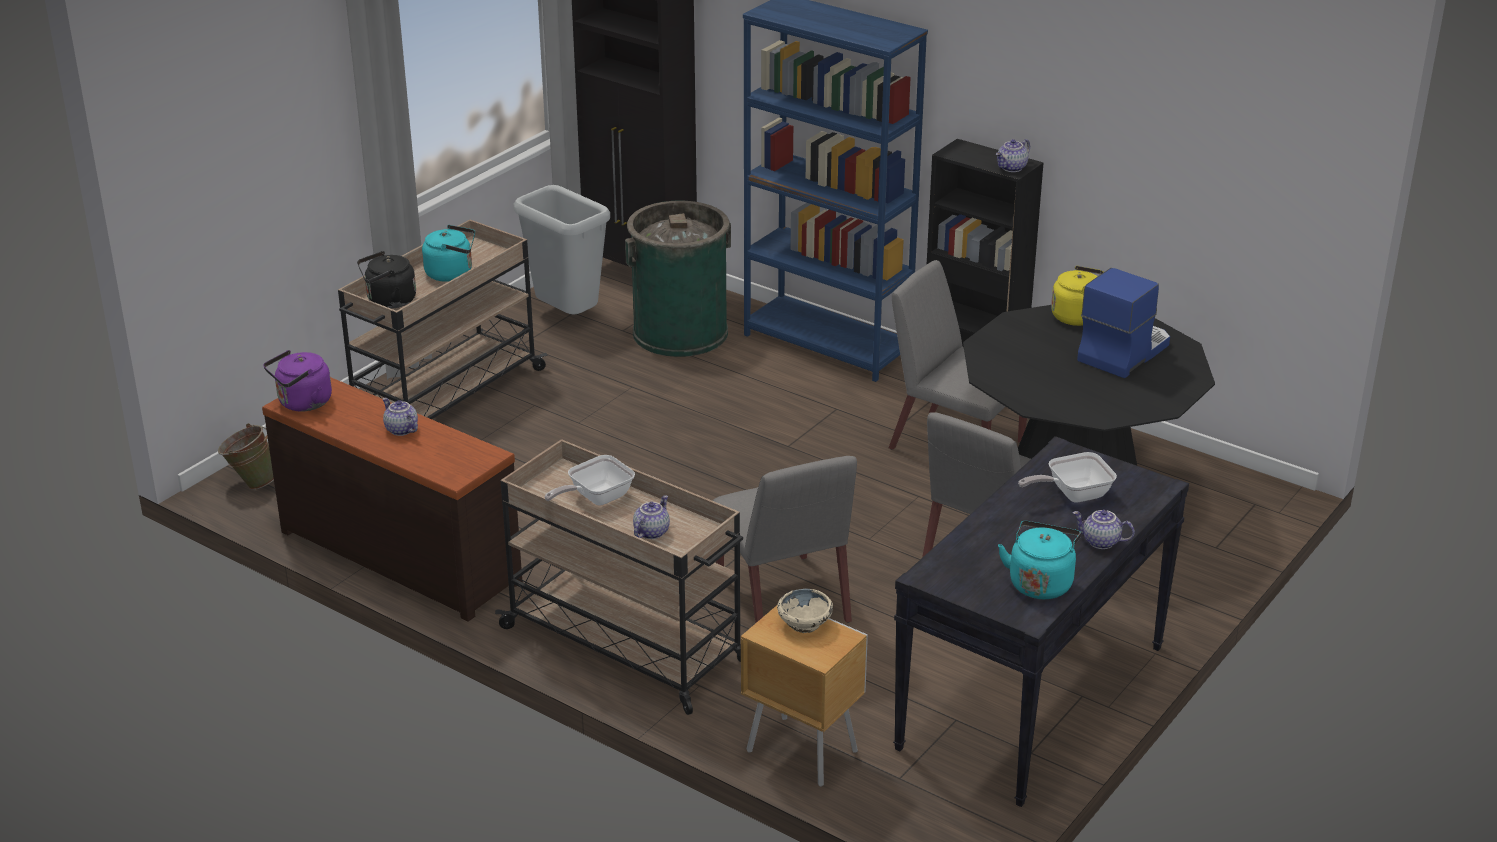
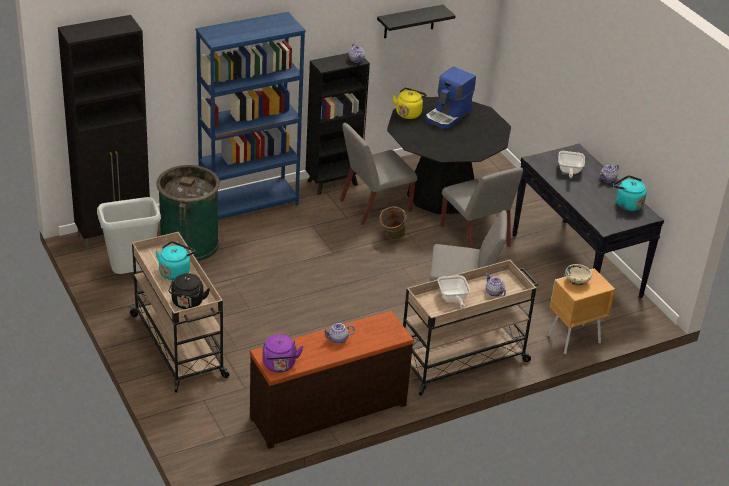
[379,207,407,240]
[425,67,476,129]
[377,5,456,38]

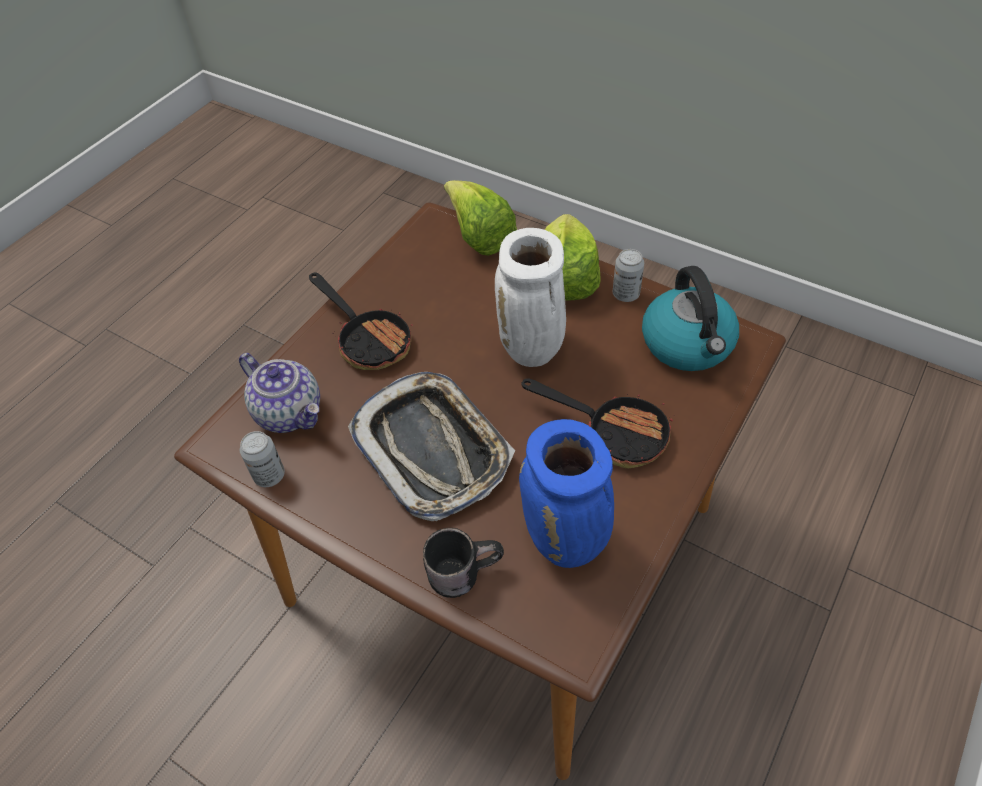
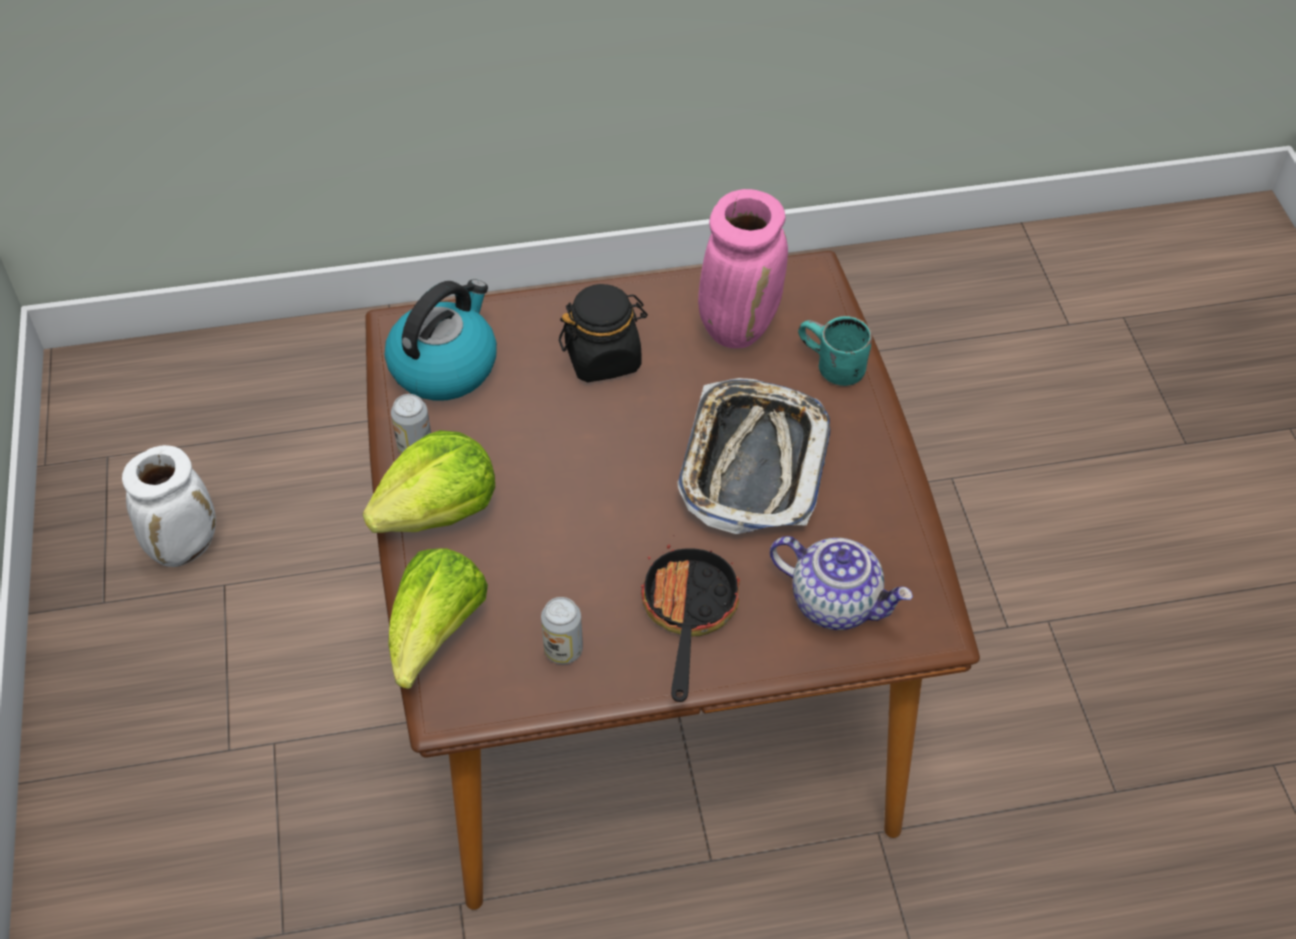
[770,536,913,630]
[541,597,583,664]
[798,316,872,386]
[122,445,216,567]
[698,189,788,348]
[559,284,648,382]

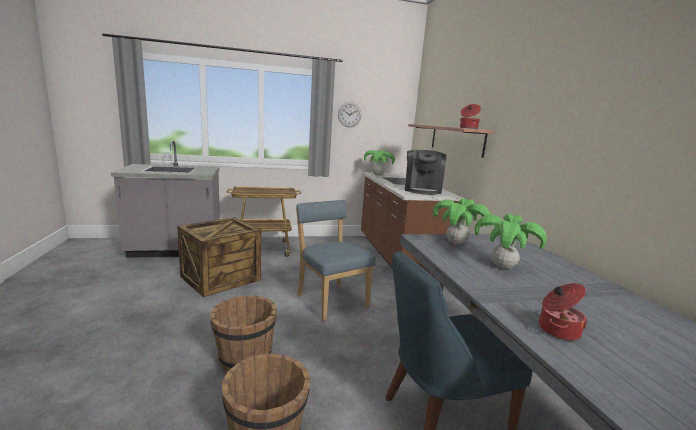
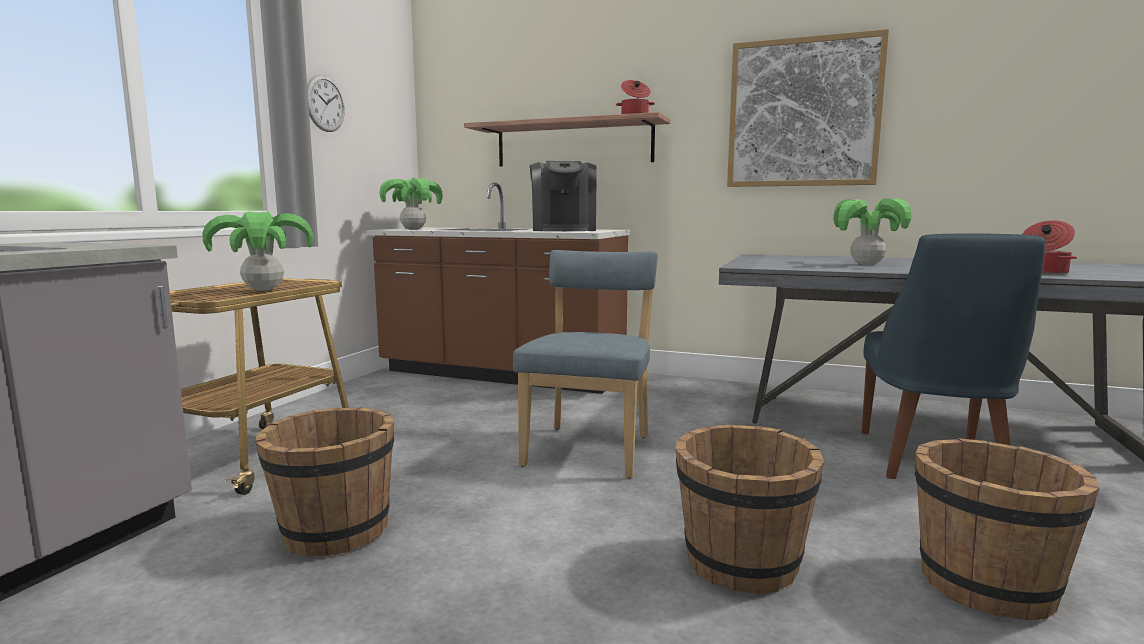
[255,408,394,556]
[513,250,658,479]
[530,161,597,231]
[203,211,314,291]
[727,29,889,187]

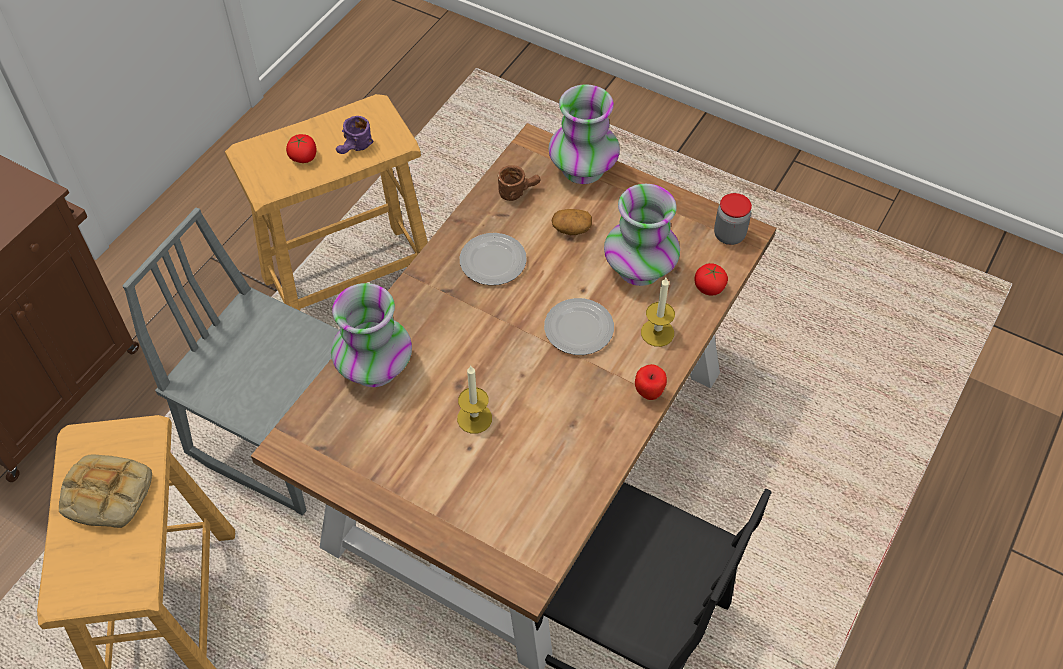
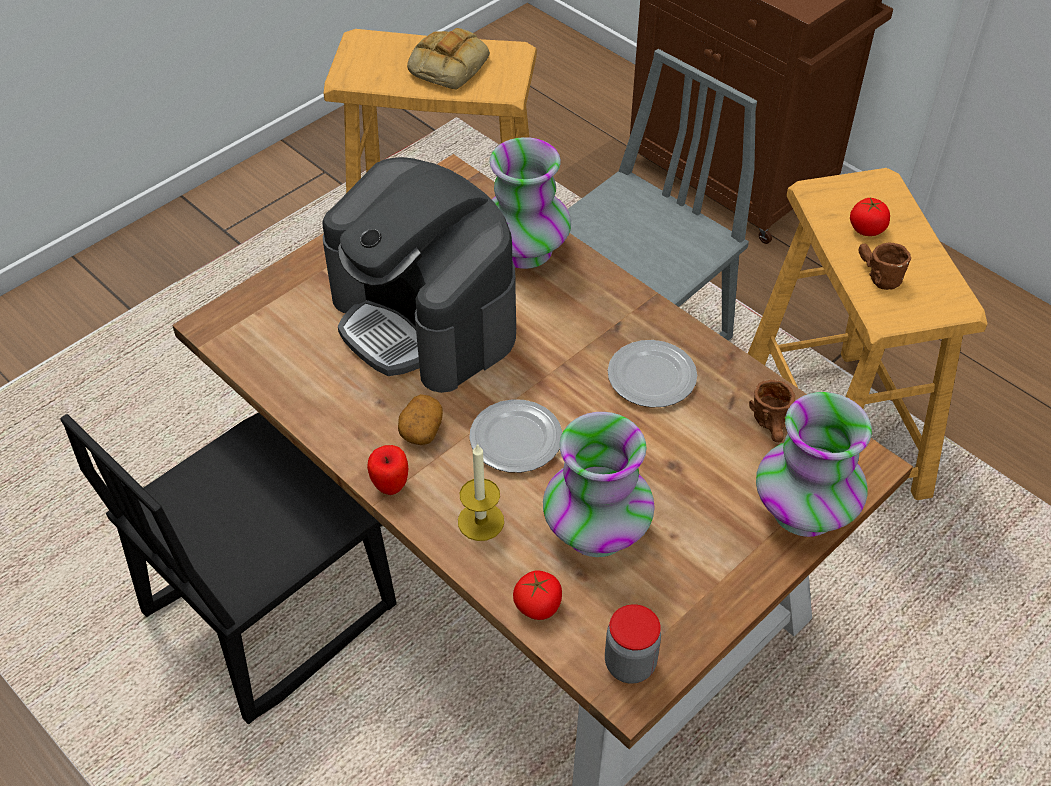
[859,243,911,290]
[322,157,516,393]
[398,394,443,445]

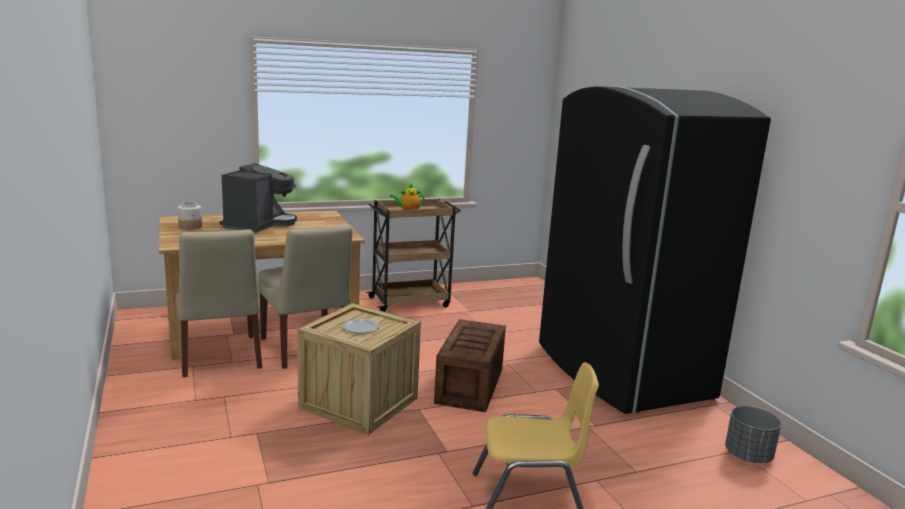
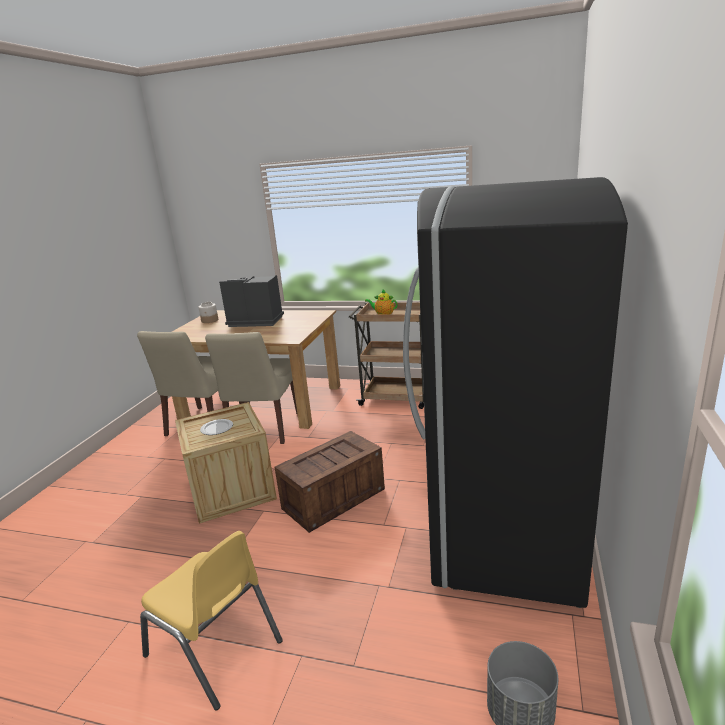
[219,275,284,327]

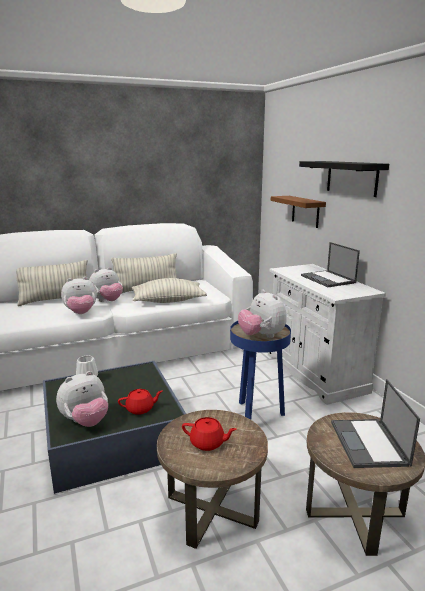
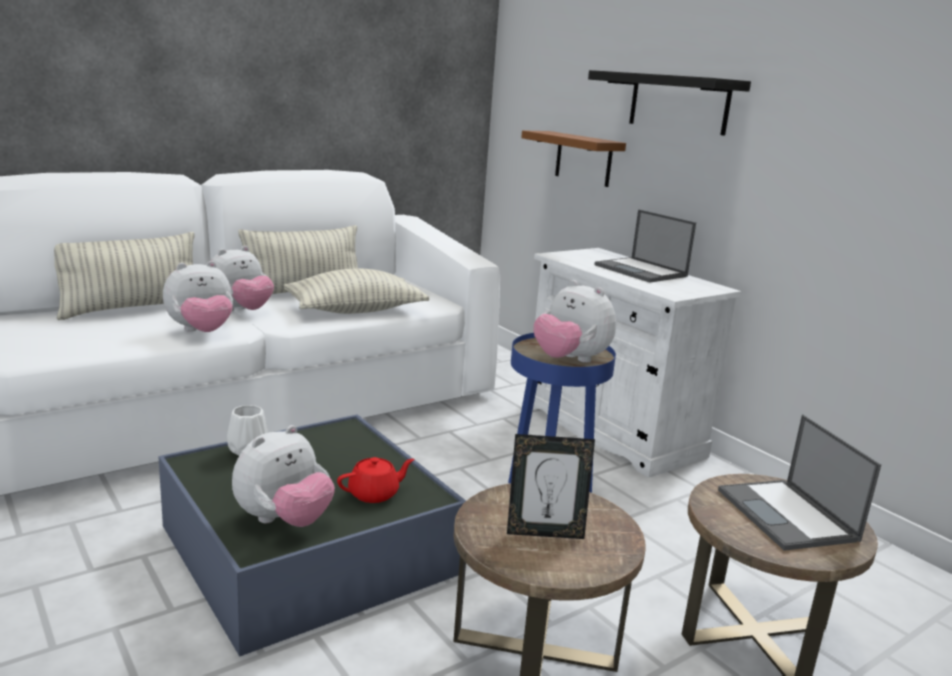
[507,434,595,539]

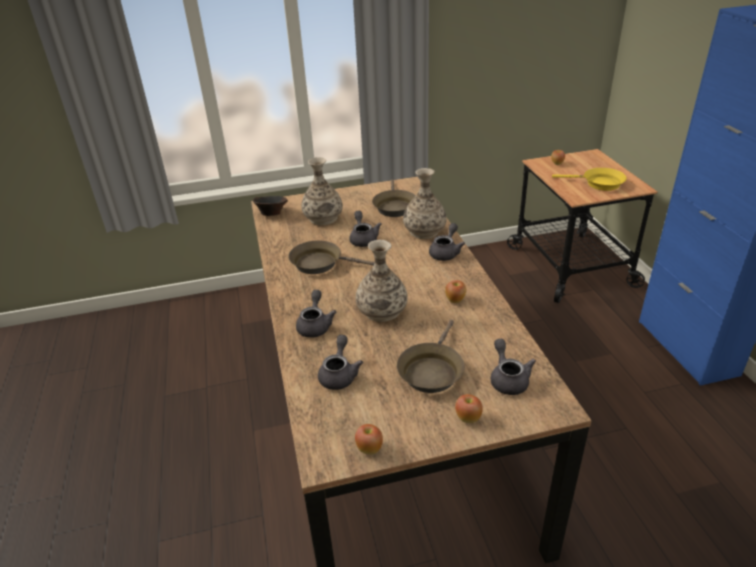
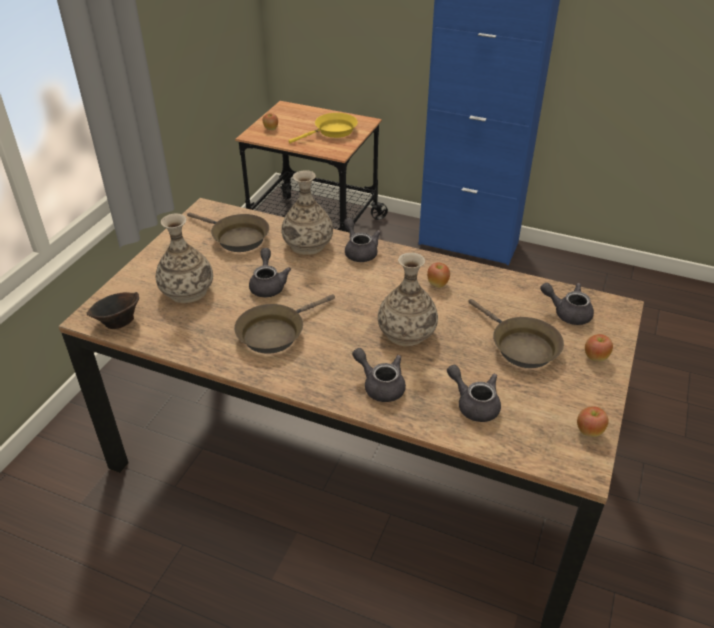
[249,248,291,297]

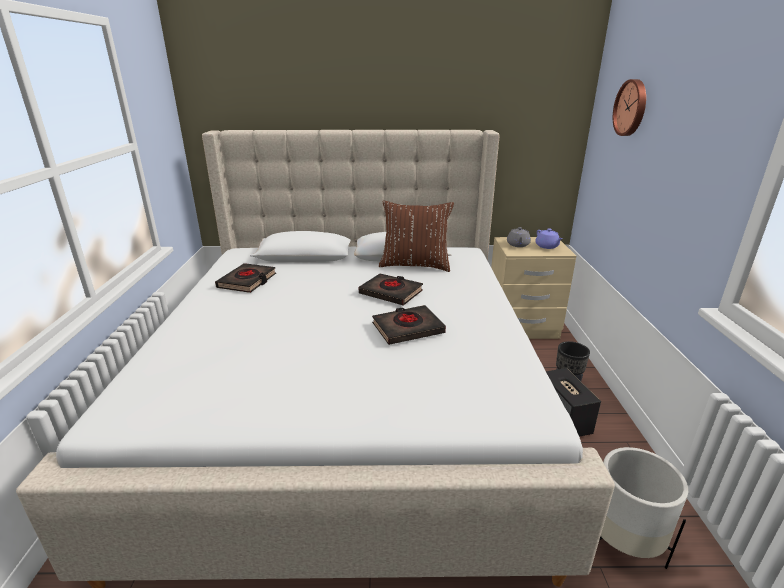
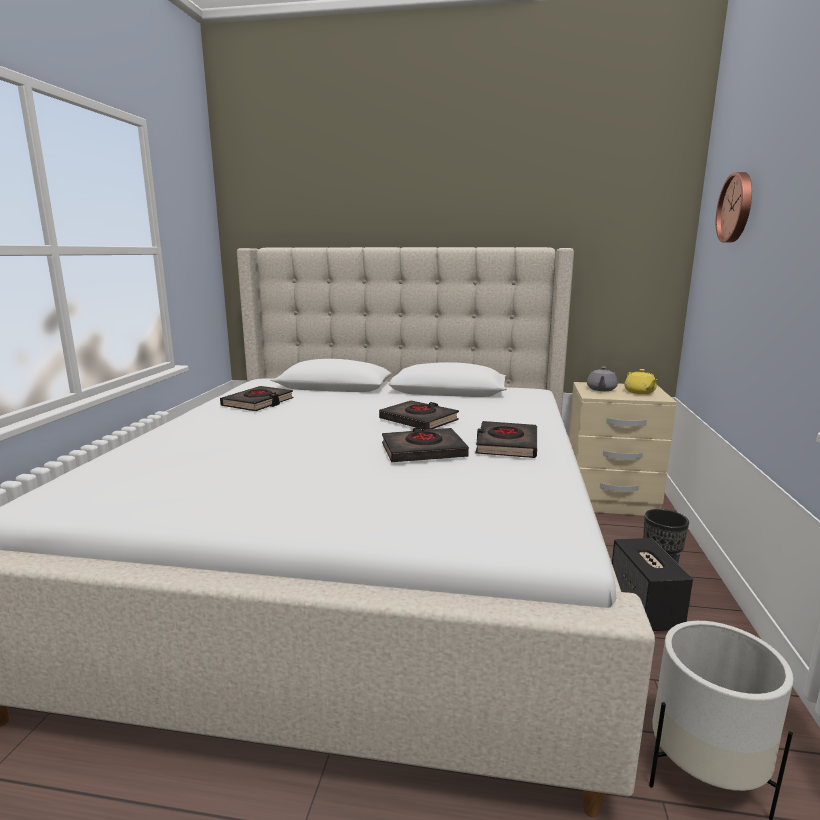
[379,201,454,272] (first image)
[624,369,658,394]
[475,421,537,458]

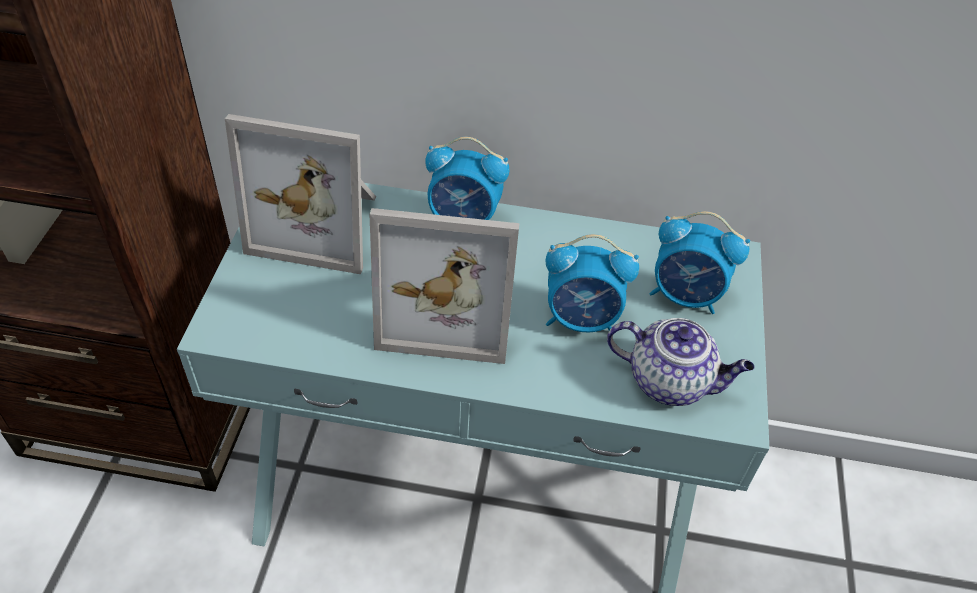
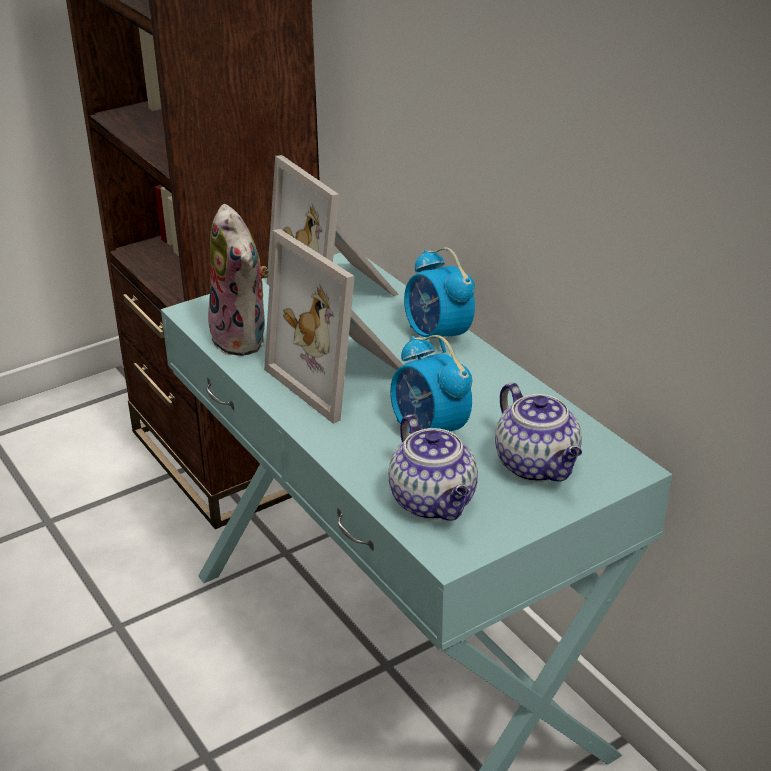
[495,382,582,482]
[208,204,270,356]

